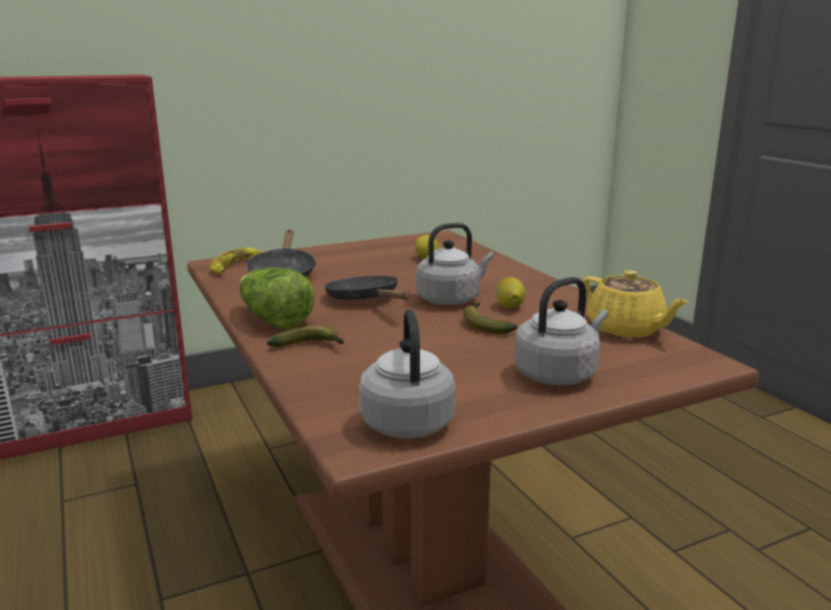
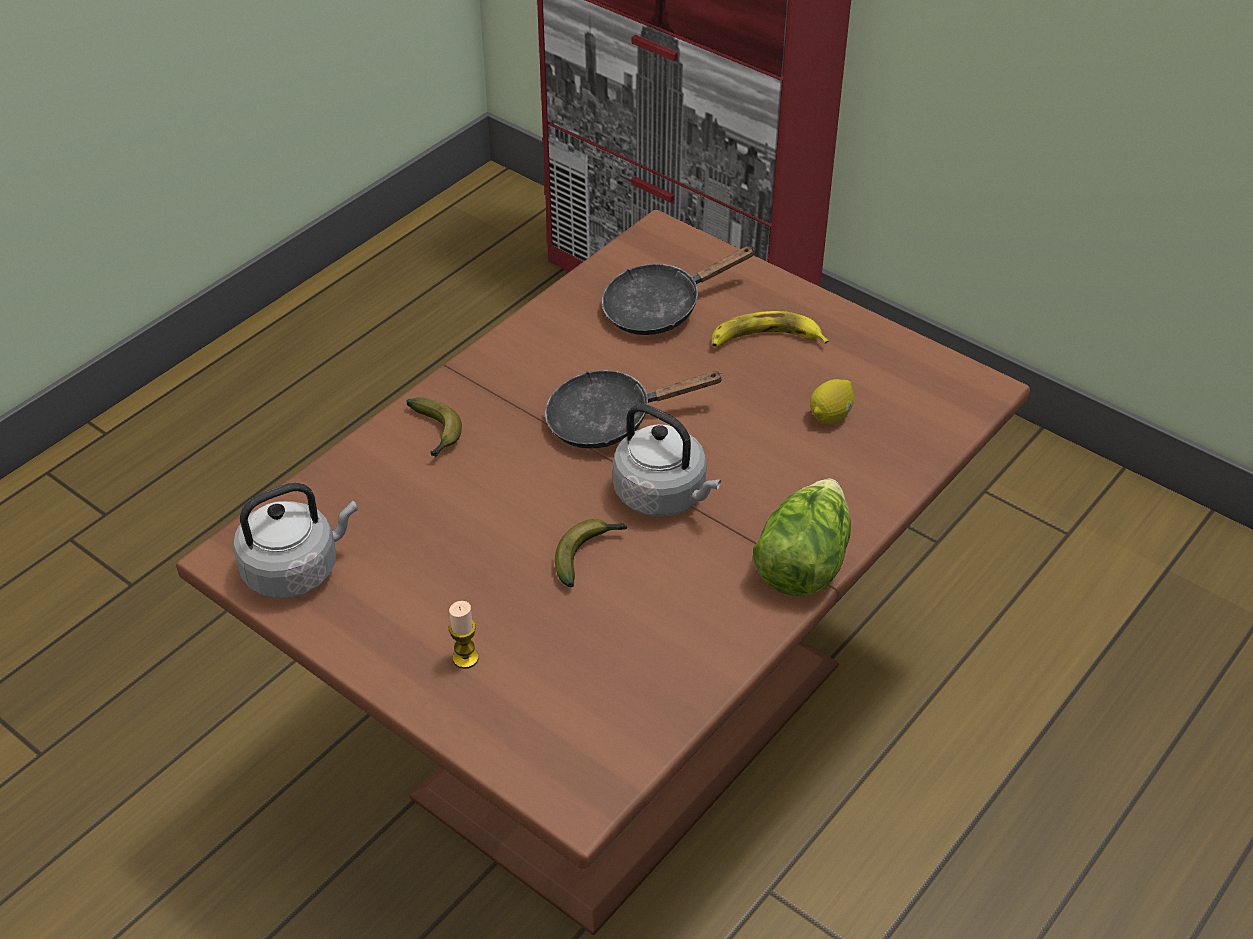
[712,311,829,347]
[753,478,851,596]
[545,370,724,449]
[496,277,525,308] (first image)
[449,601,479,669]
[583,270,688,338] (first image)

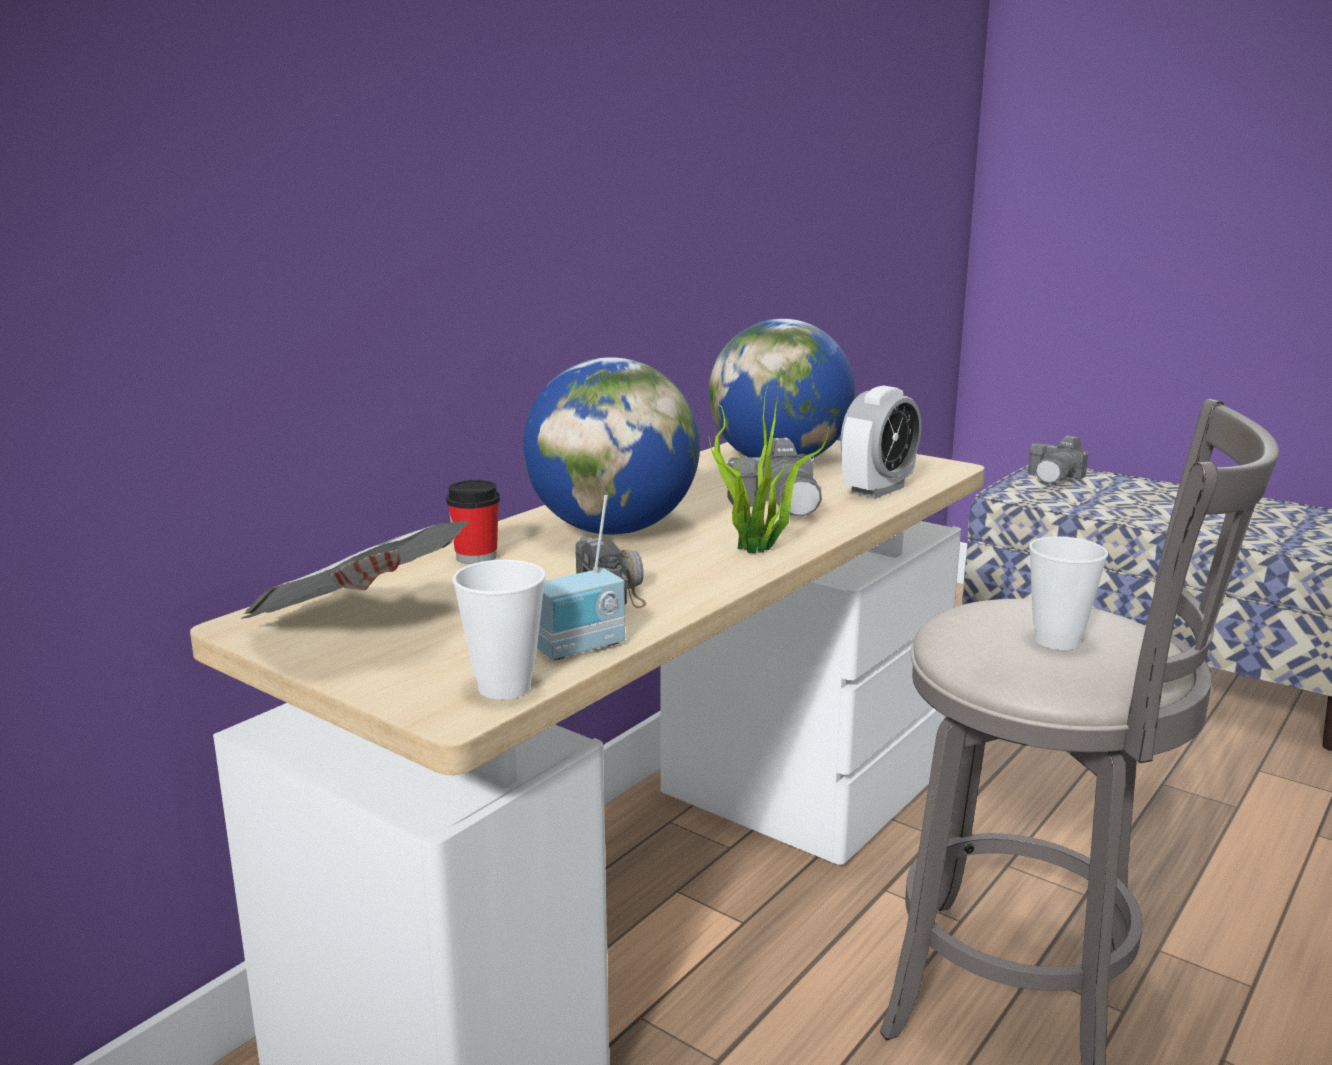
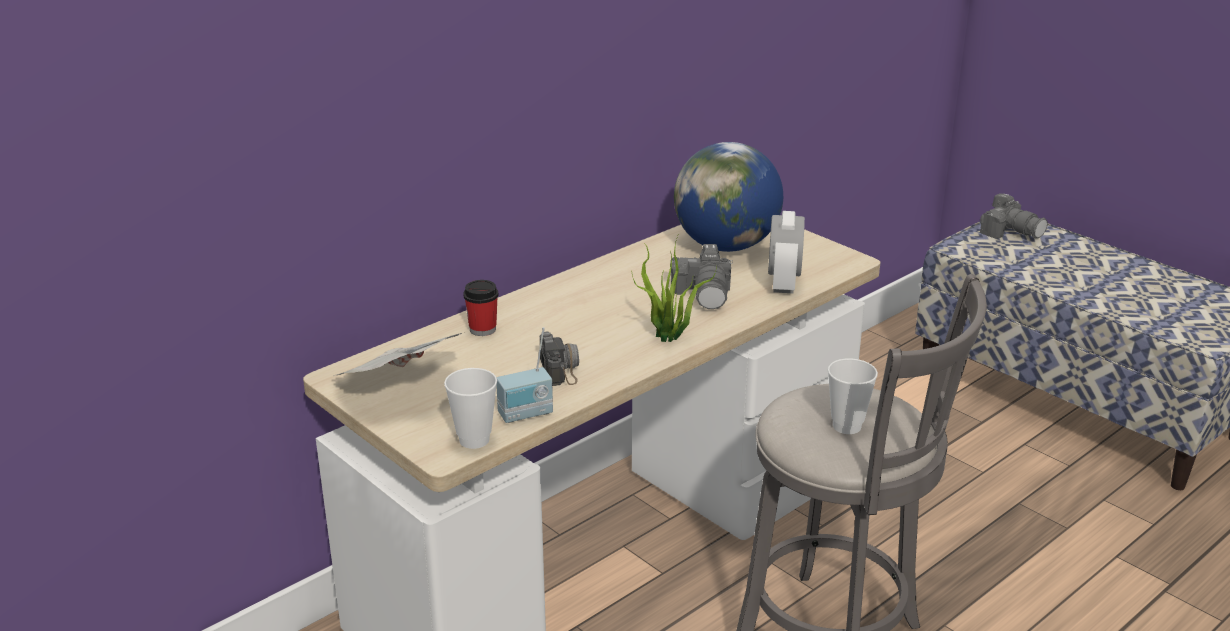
[523,357,700,535] (first image)
[768,211,805,293]
[980,193,1048,238]

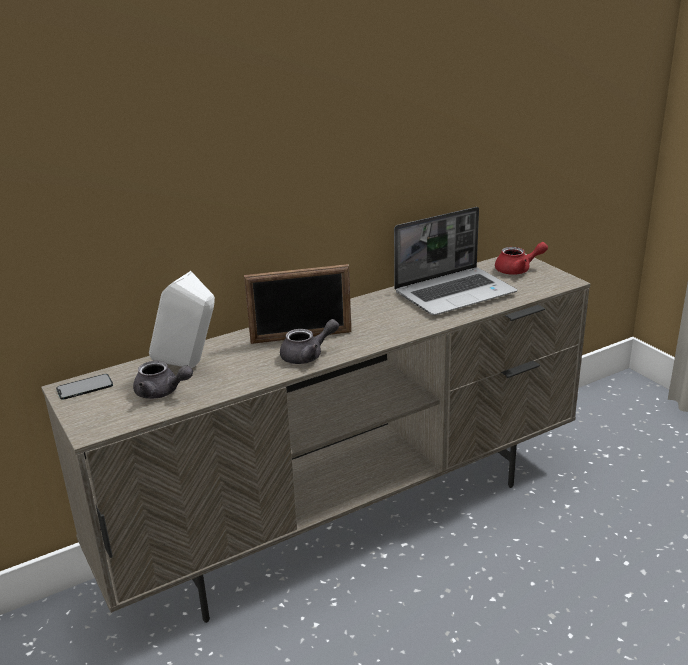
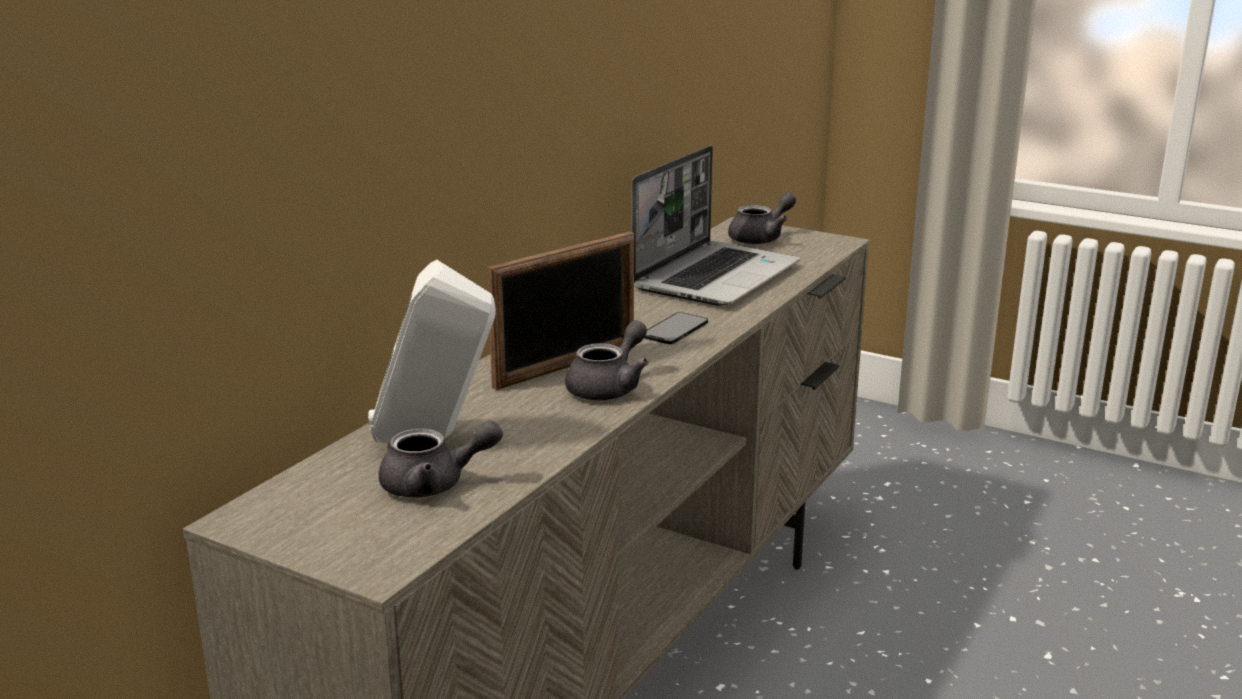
[644,312,708,344]
[728,192,796,244]

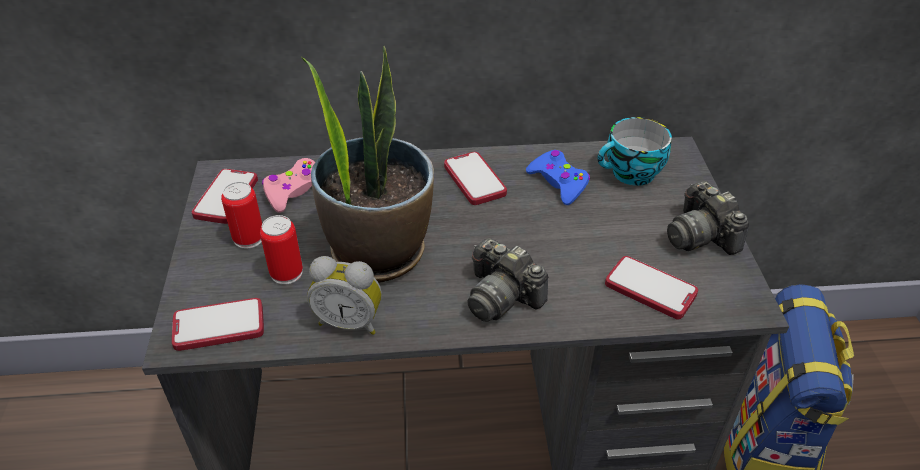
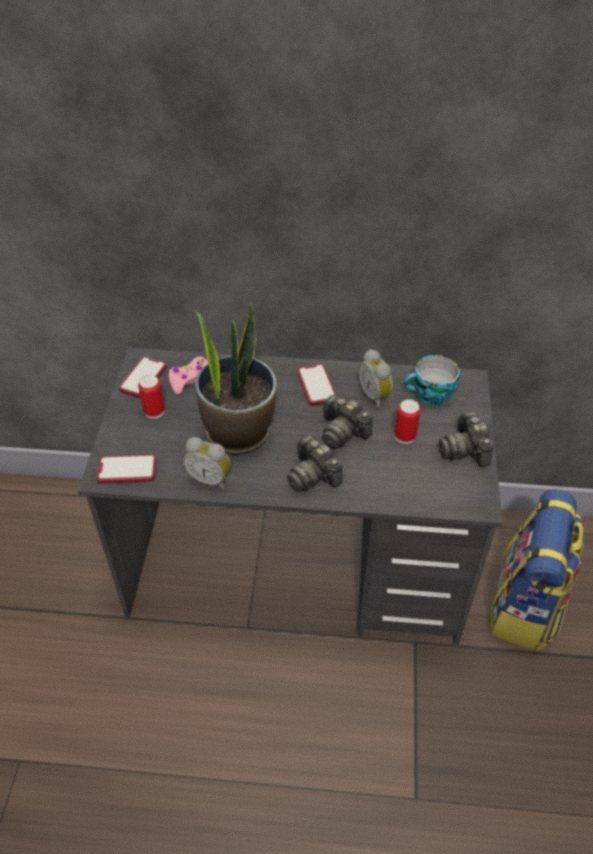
[394,399,421,444]
[359,349,393,409]
[605,256,698,319] (first image)
[322,395,373,449]

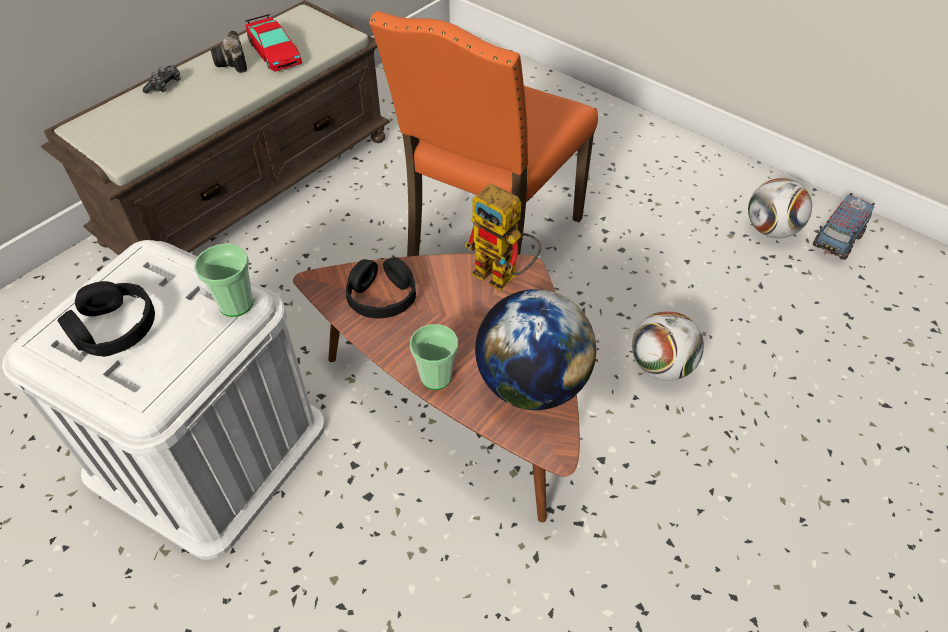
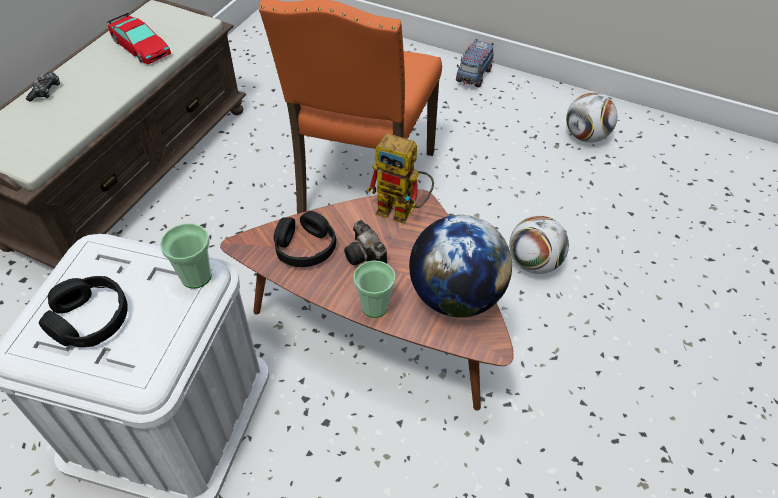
[344,220,387,265]
[456,39,494,87]

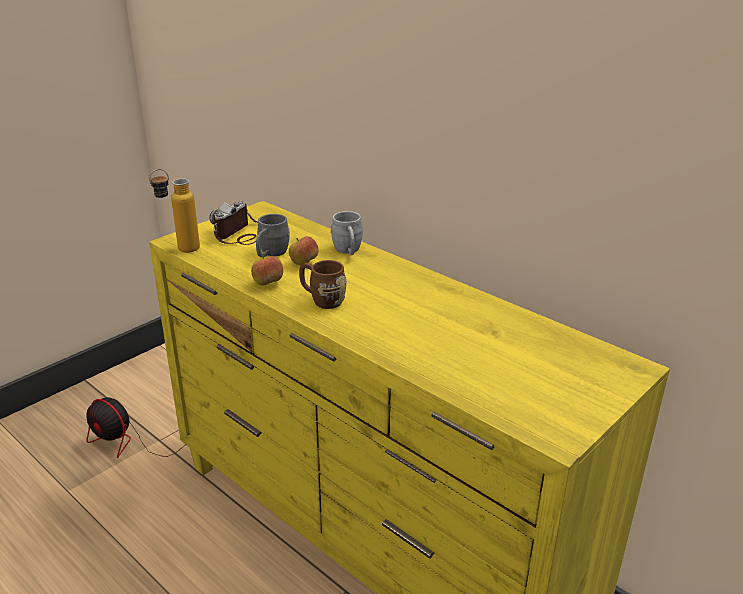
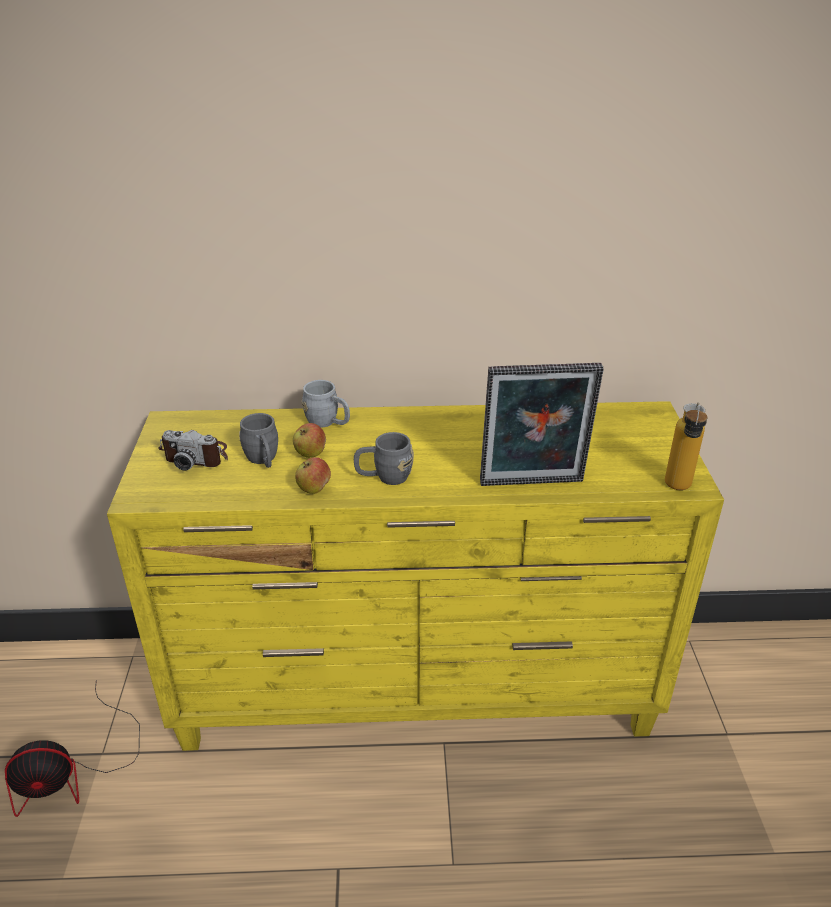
[665,402,708,490]
[158,430,228,471]
[354,432,414,485]
[480,363,604,486]

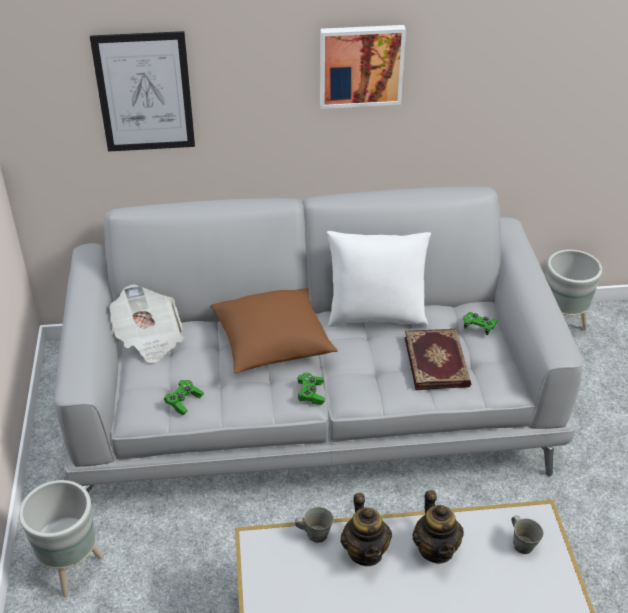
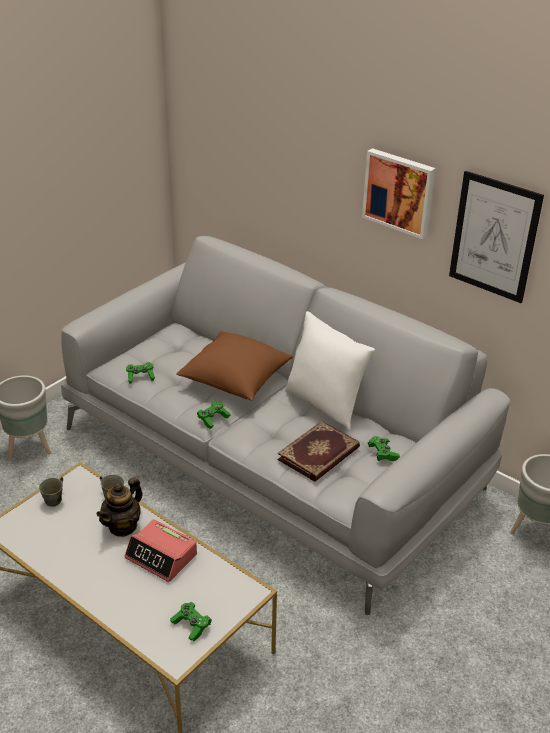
[449,171,544,303]
[110,284,184,363] (first image)
[124,519,197,582]
[39,476,63,506]
[170,602,211,642]

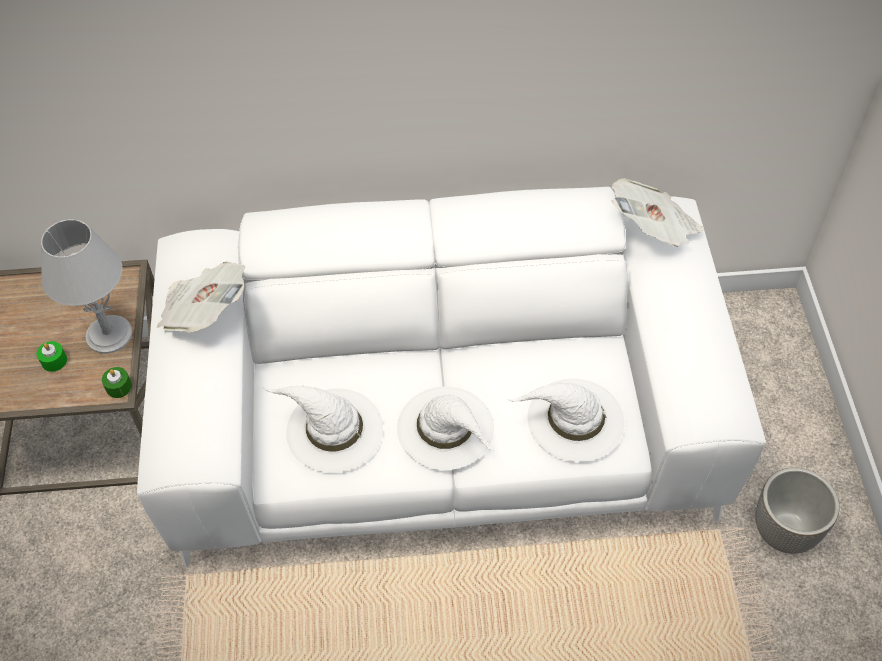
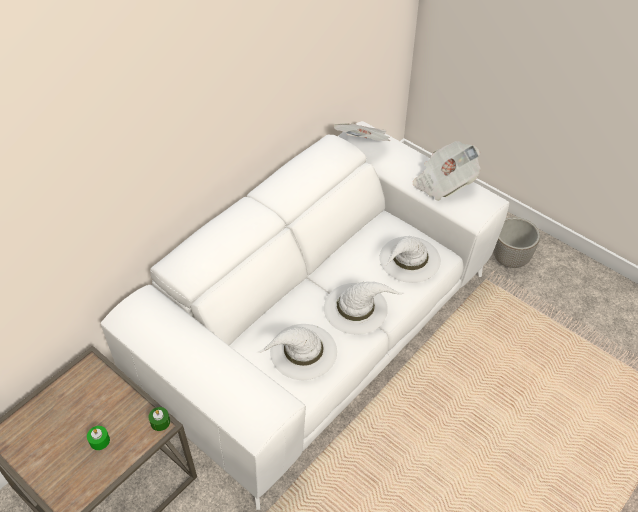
[41,219,132,354] (first image)
[413,141,481,201]

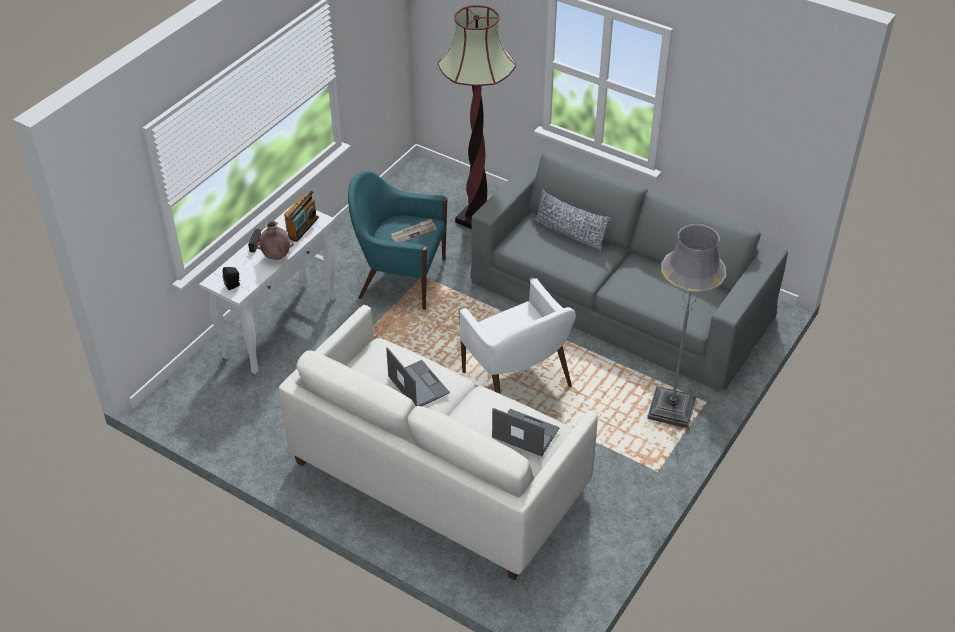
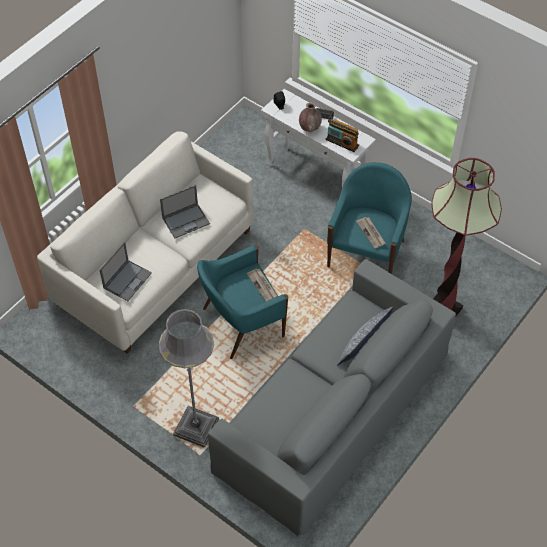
[197,245,288,359]
[246,269,277,302]

